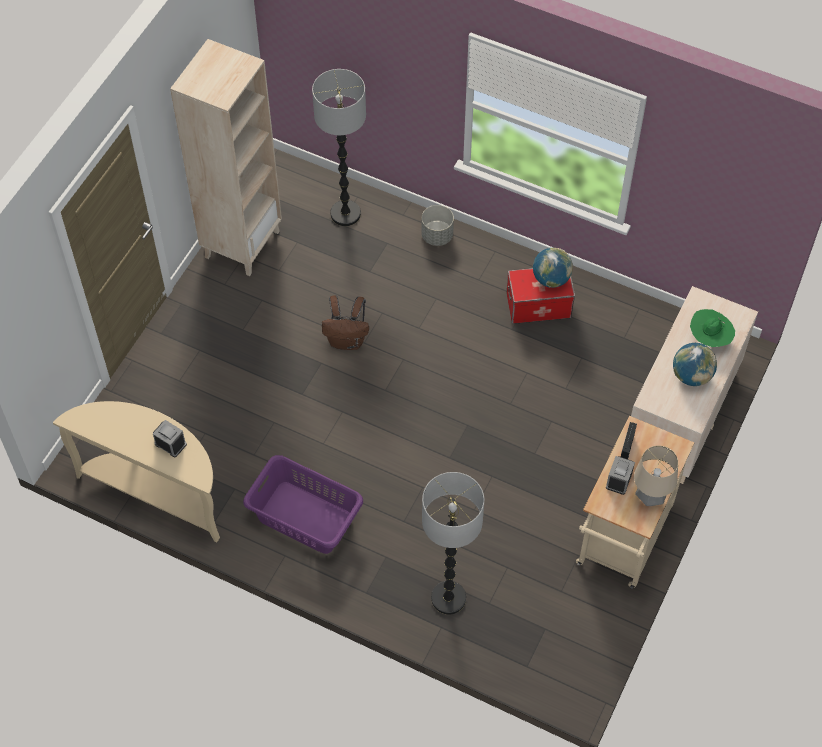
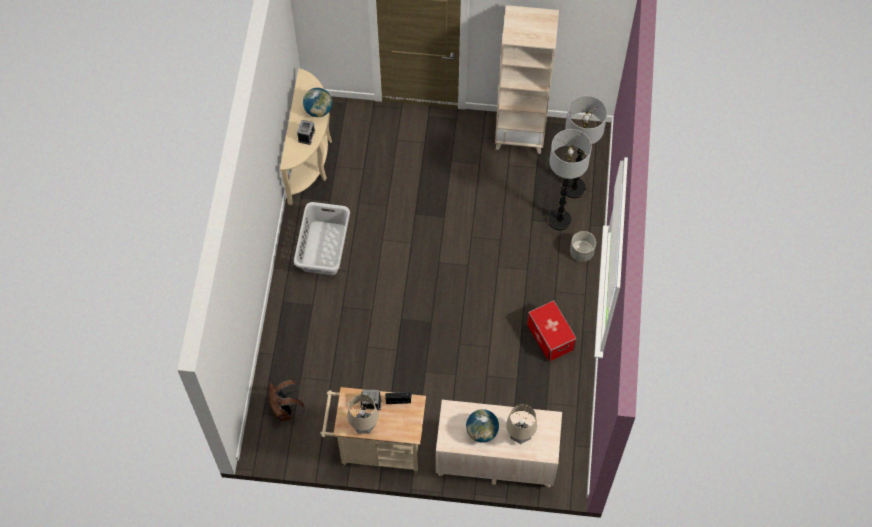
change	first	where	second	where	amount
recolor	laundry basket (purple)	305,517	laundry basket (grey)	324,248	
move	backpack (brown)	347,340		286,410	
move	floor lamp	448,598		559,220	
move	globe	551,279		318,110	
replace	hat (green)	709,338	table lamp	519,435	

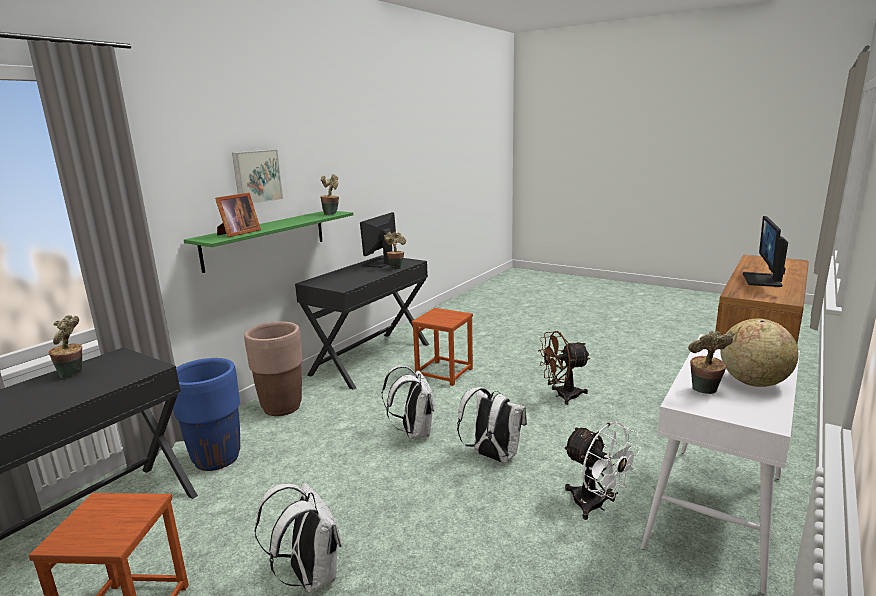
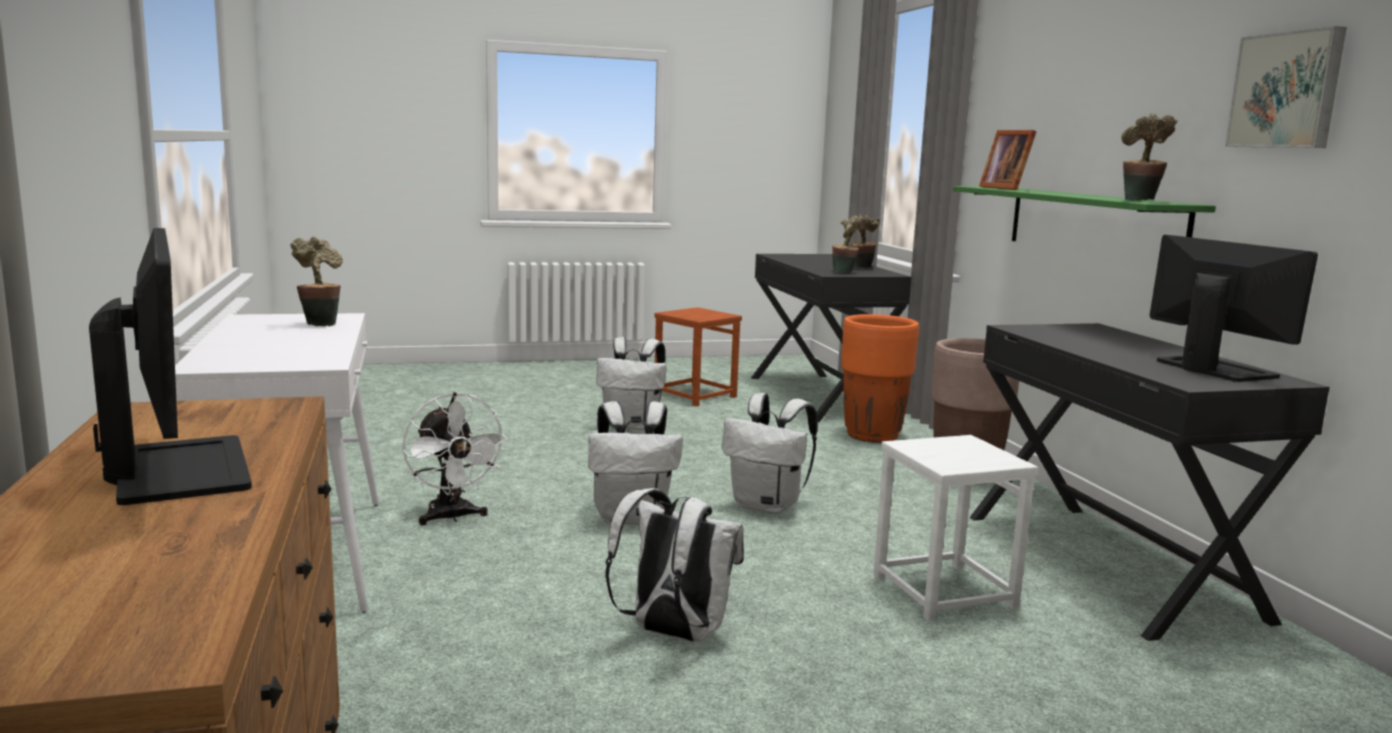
change	first	where	second	where	amount
recolor	planter (blue)	217,458	planter (orange)	872,435	
move	picture	256,176		1287,90	
move	potted plant	396,268		845,272	
recolor	stool (brown)	444,373	stool (white)	942,591	
replace	fan (brown)	562,396	backpack (white)	672,634	
rotate	fan (white)	596,506		452,517	120 degrees counterclockwise
delete	globe	753,382			

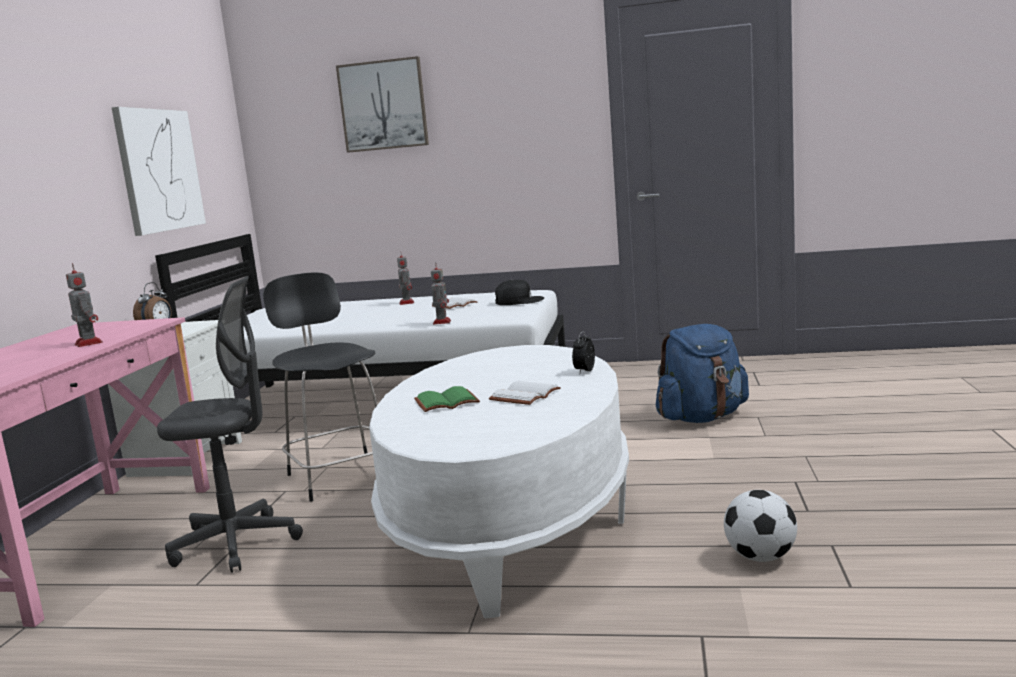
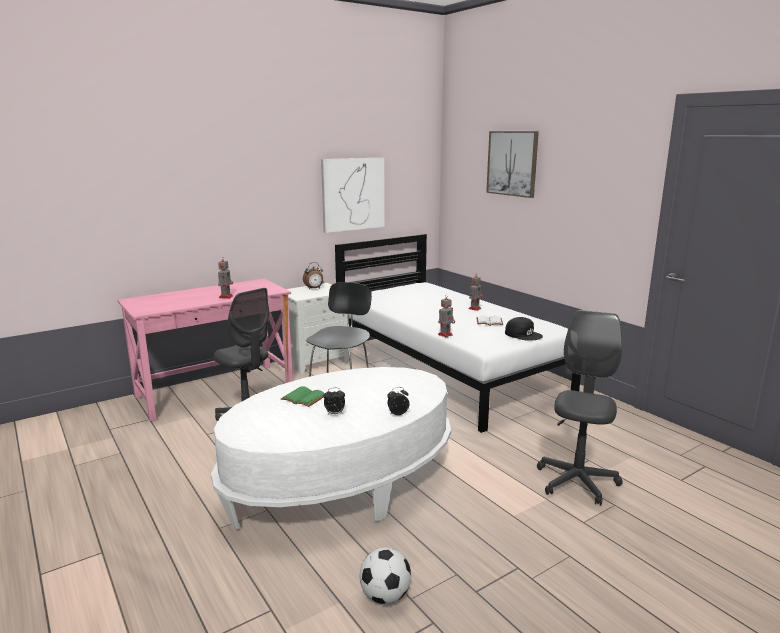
change	first	where	second	where	amount
replace	book (white)	524,395	alarm clock	334,414	
replace	backpack (blue)	702,418	office chair (grey)	577,482	

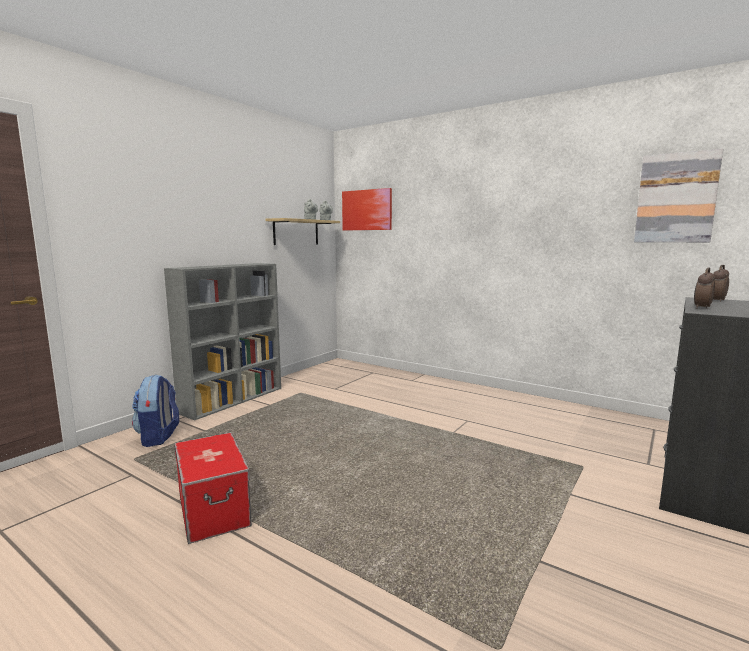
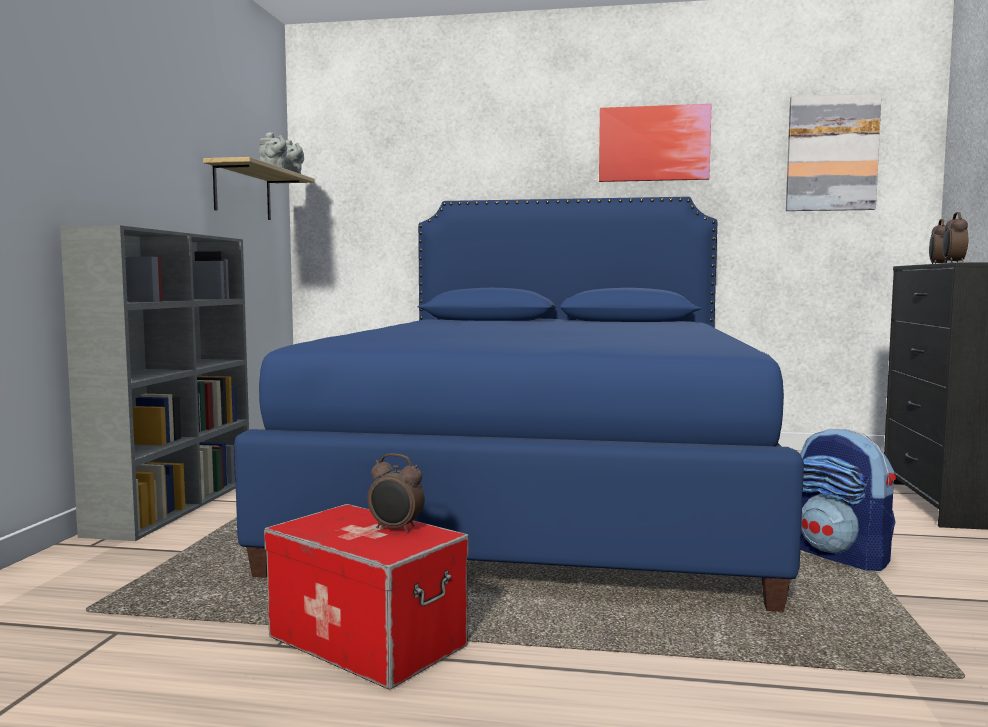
change	first	where	second	where	amount
move	backpack	159,437		841,557	
move	picture	367,210		654,144	
insert			bed (blue)	541,495	
insert			alarm clock	396,529	

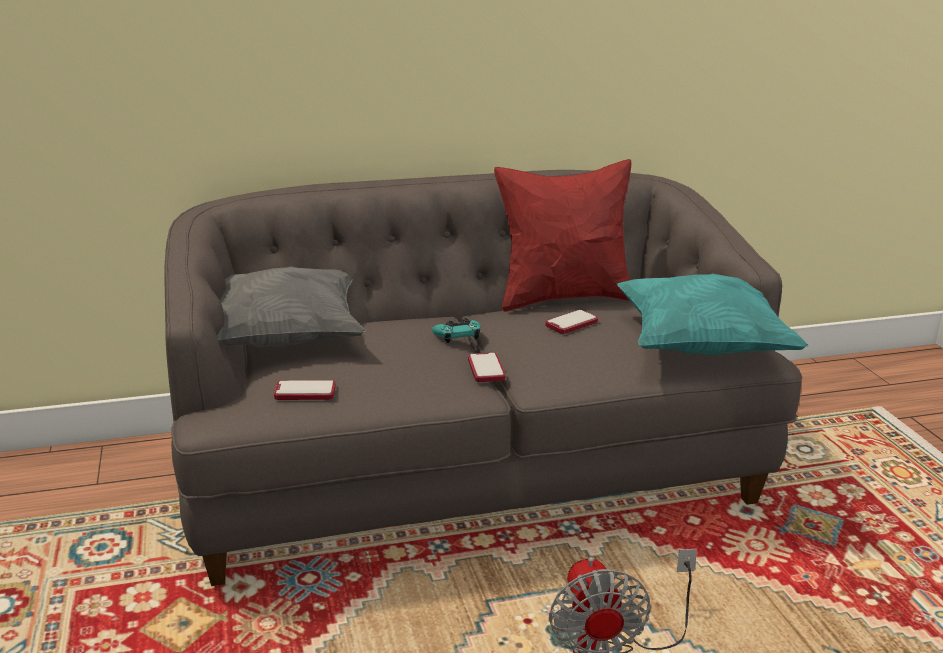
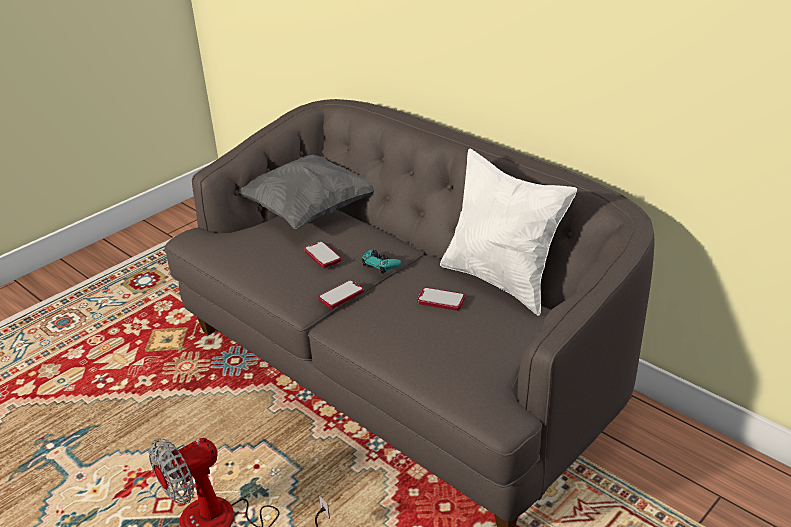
change	first	where	second	where	amount
move	phone	305,392		322,256	
recolor	pillow (red)	564,298	pillow (white)	501,281	
delete	pillow (turquoise)	702,346			

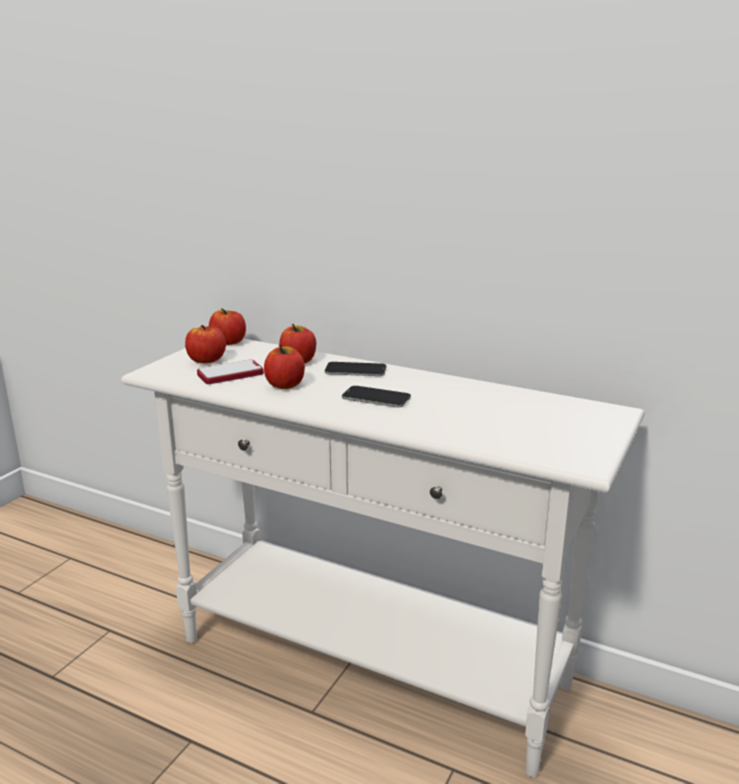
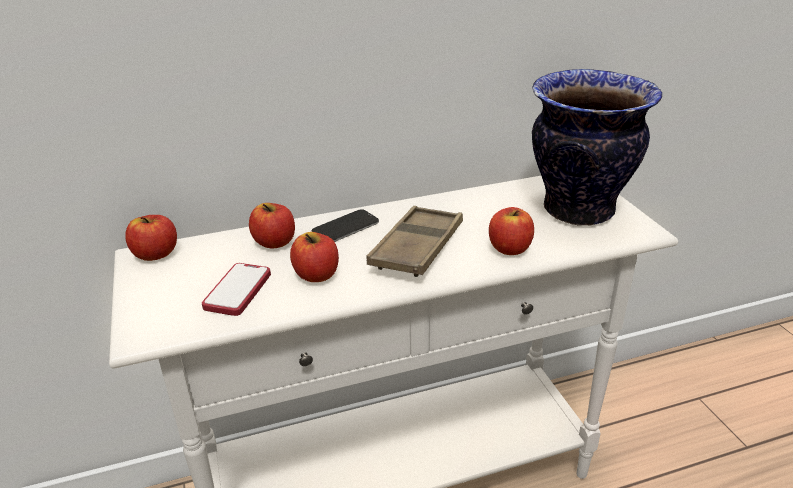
change	first	where	second	where	amount
move	apple	206,360		509,248	
replace	phone	376,398	tray (brown)	417,247	
insert			vase	577,210	

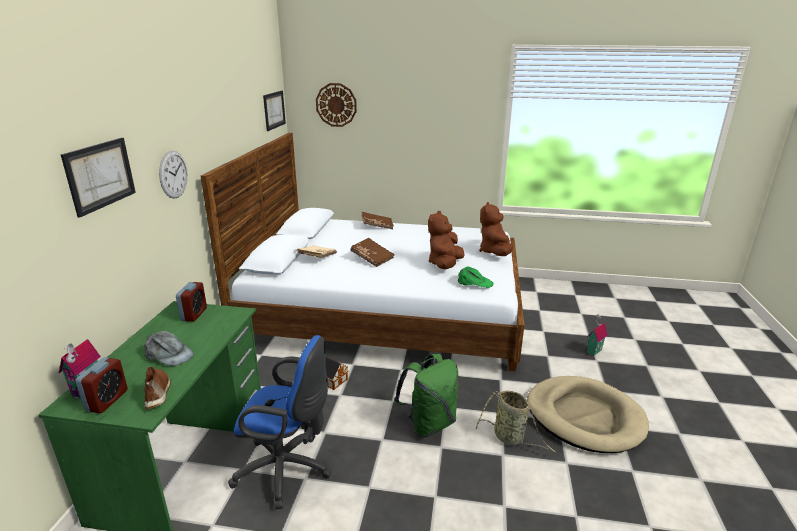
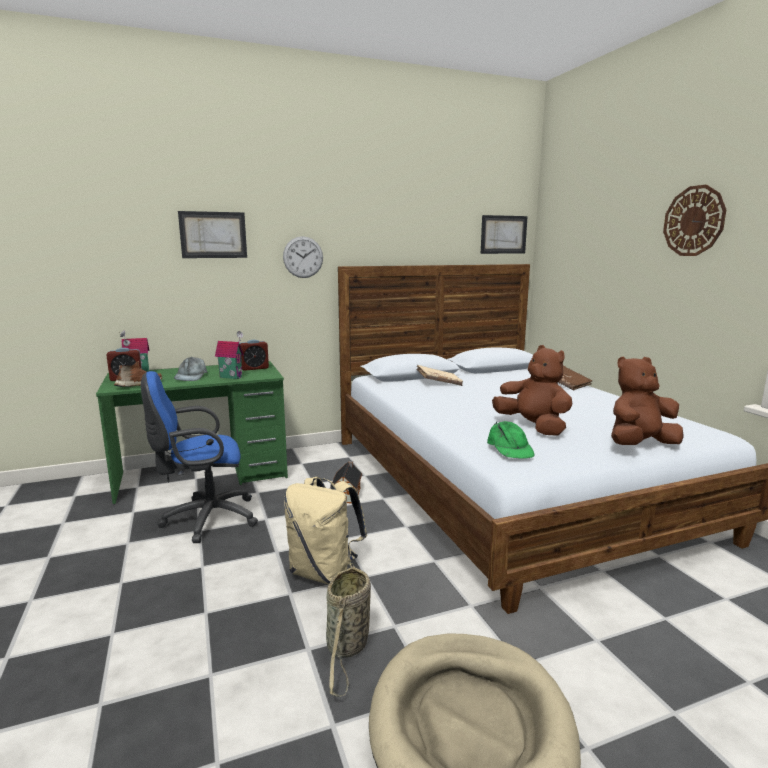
change	first	where	second	where	amount
rotate	office chair (blue)	287,470		205,519	90 degrees clockwise
move	wall clock	336,105		694,221	
delete	book (brown)	372,258			
recolor	backpack (green)	428,423	backpack (beige)	324,573	
rotate	plush toy (brown)	445,264		533,427	60 degrees clockwise
move	toy house	593,350		232,377	

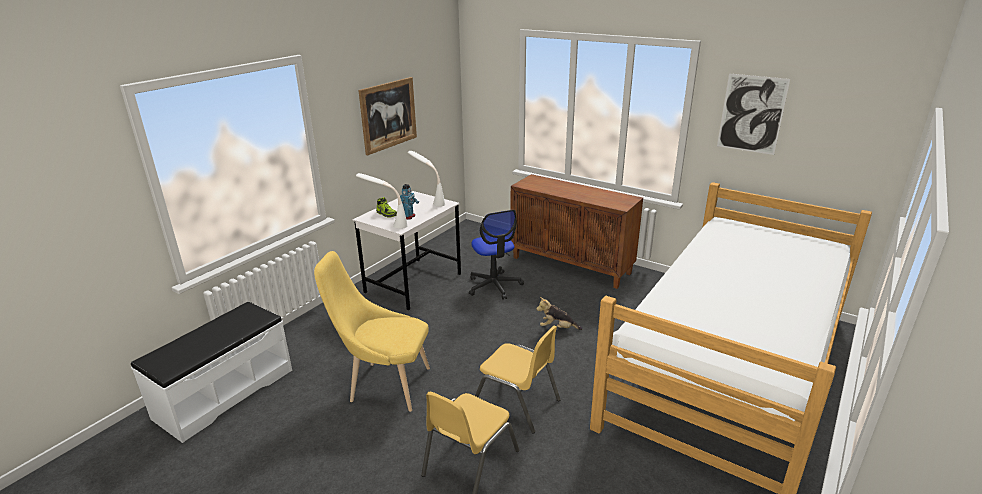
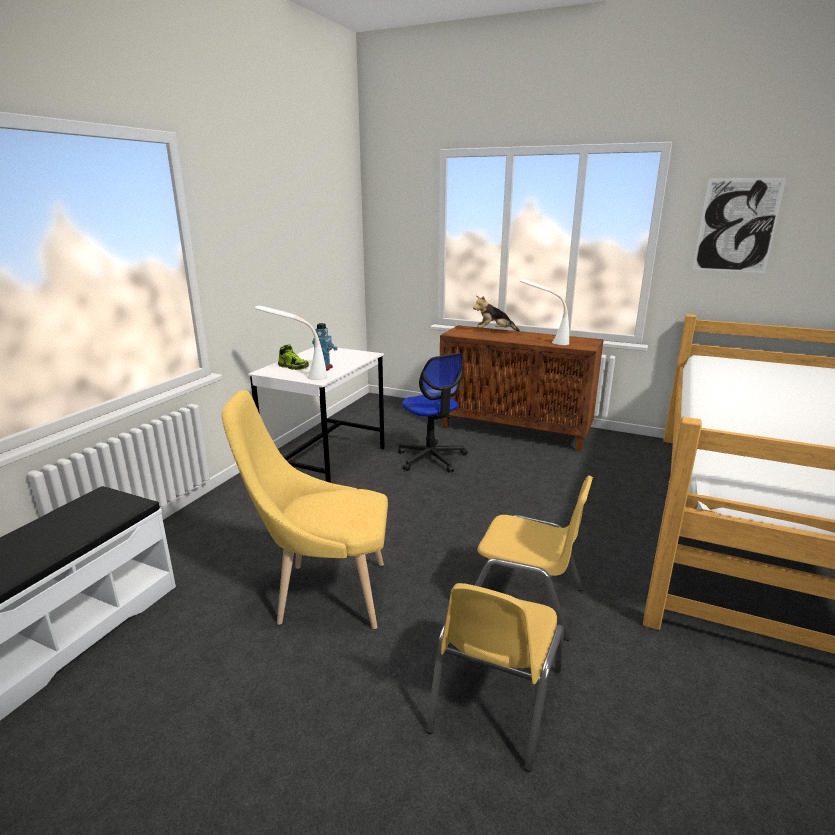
change	first	where	second	where	amount
delete	picture	388,115			
move	table lamp (white)	427,200		541,341	
move	plush toy	557,328		494,331	

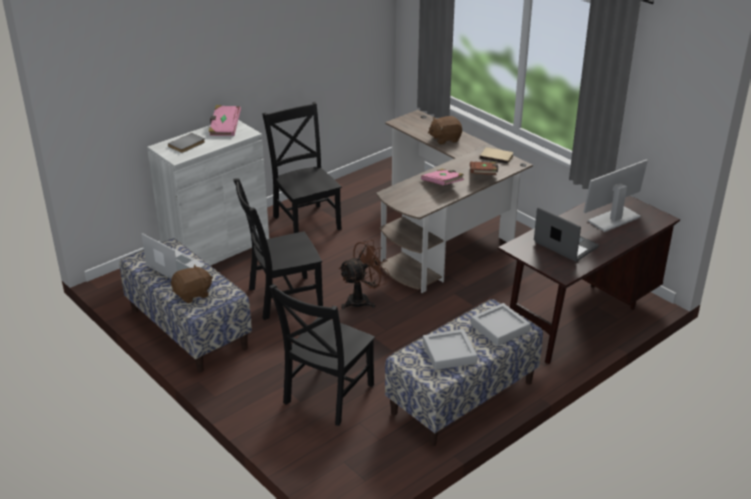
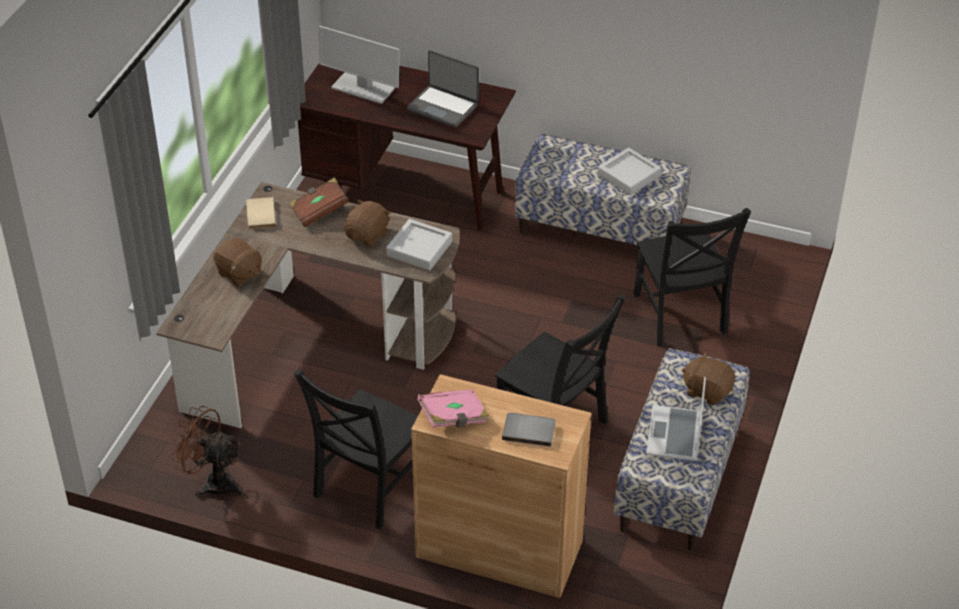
change	first	where	second	where	amount
recolor	cabinet (white)	216,247	cabinet (brown)	499,549	
rotate	chair (black)	326,396		680,317	75 degrees clockwise
move	fan (brown)	363,300		212,482	
replace	book (pink)	442,184	plush toy (brown)	368,235	
move	tray (grey)	500,328		419,249	
rotate	laptop	564,245		443,107	75 degrees counterclockwise

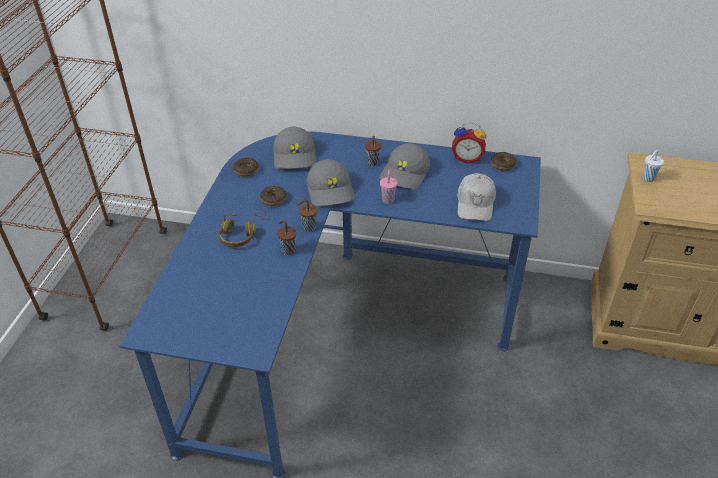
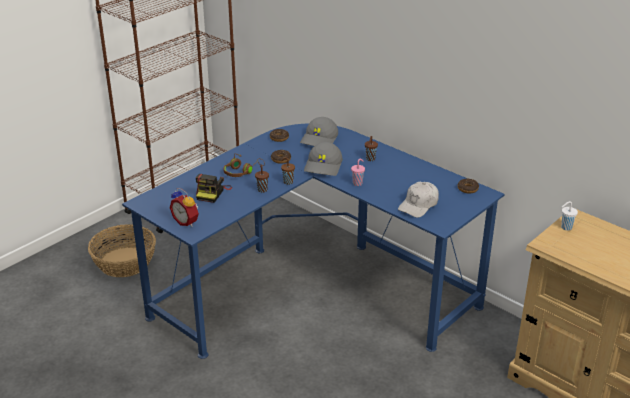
change	first	where	second	where	amount
delete	cap (grey)	405,174			
move	alarm clock	467,158		187,222	
insert			basket	125,262	
insert			photo camera	212,193	

